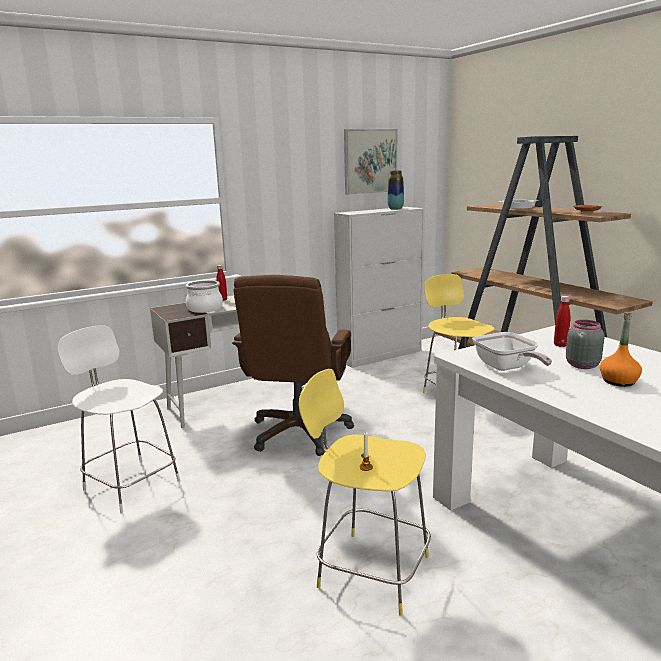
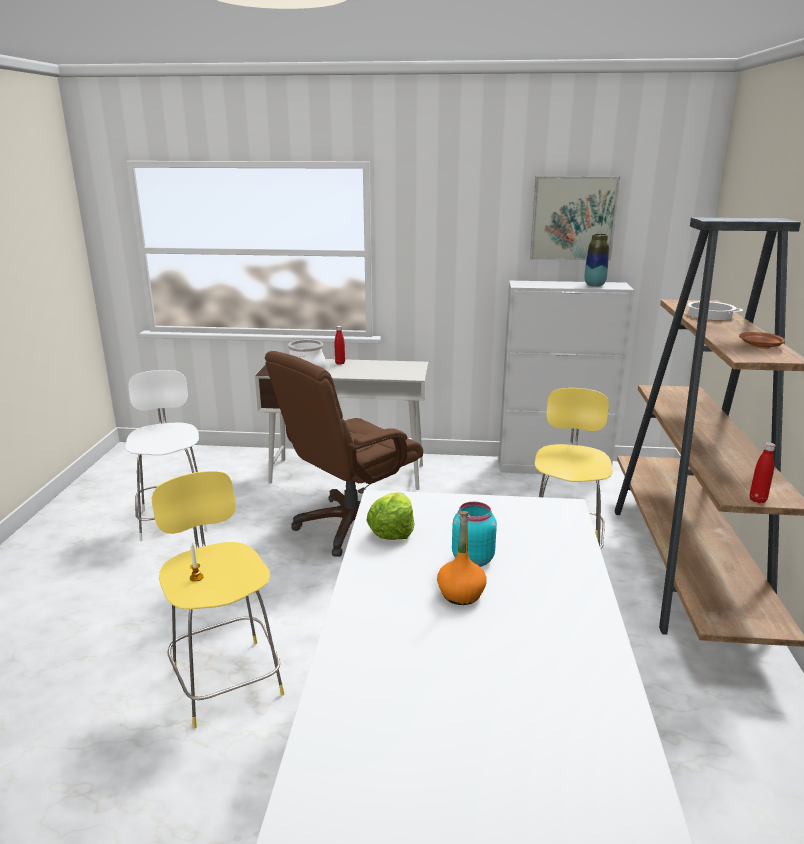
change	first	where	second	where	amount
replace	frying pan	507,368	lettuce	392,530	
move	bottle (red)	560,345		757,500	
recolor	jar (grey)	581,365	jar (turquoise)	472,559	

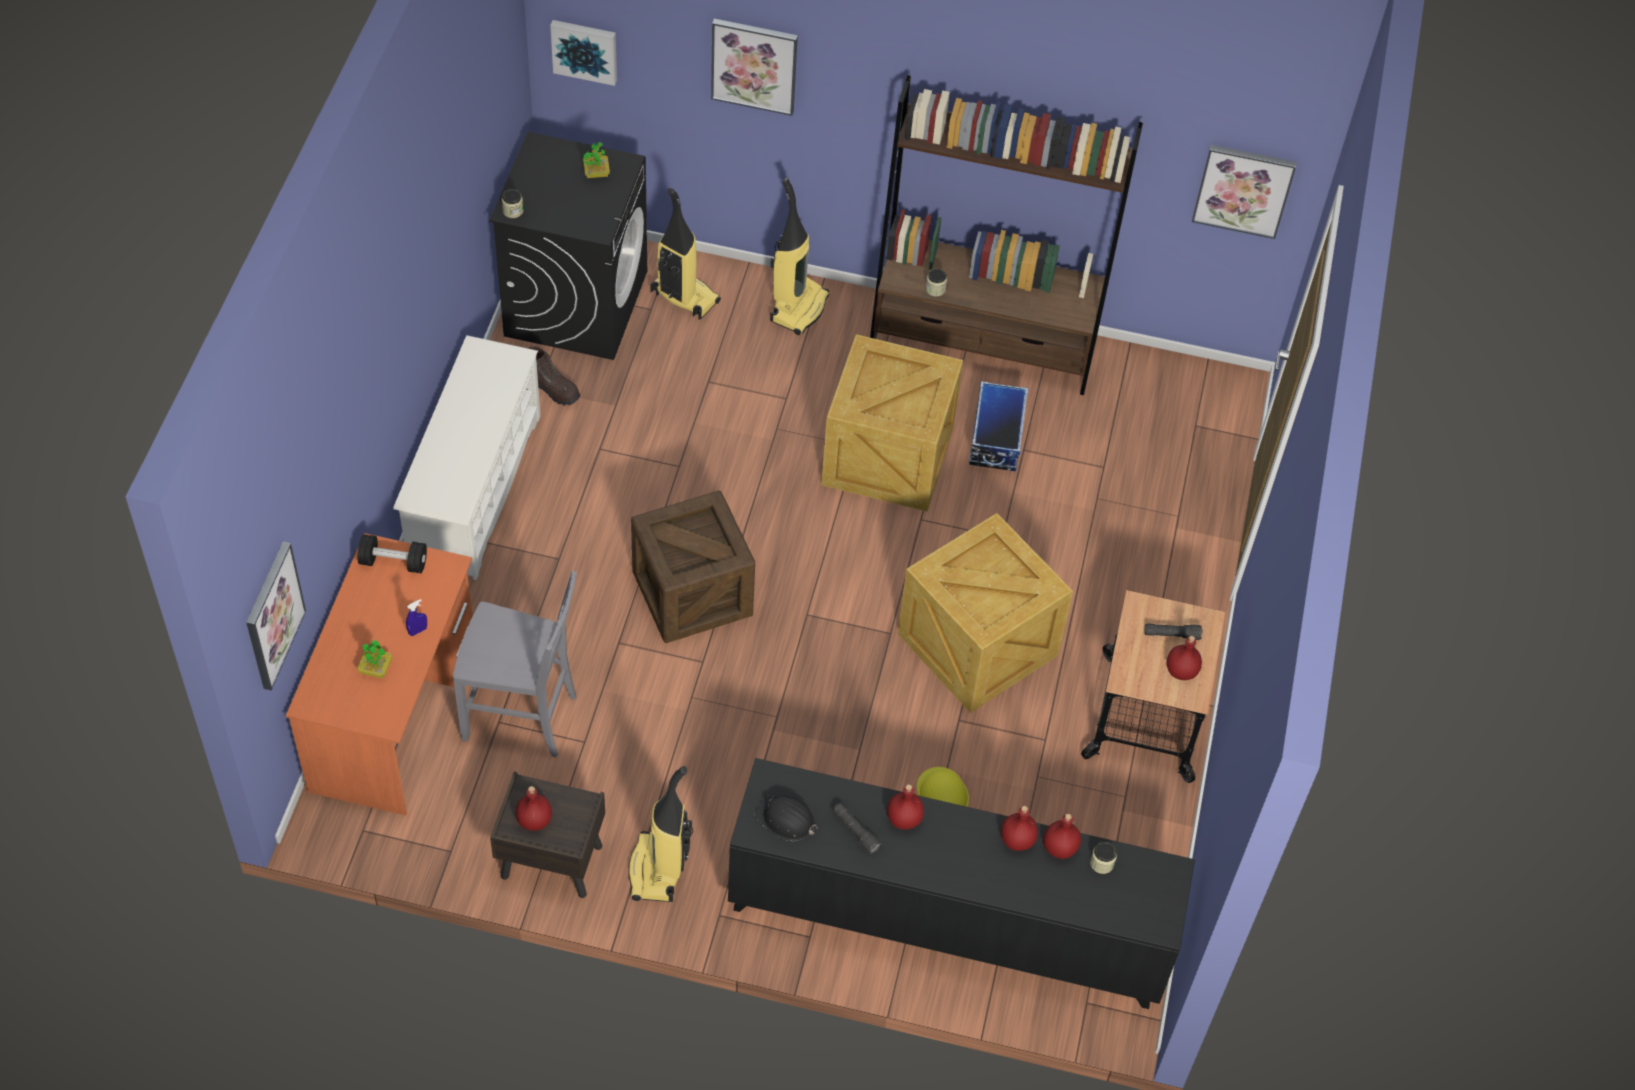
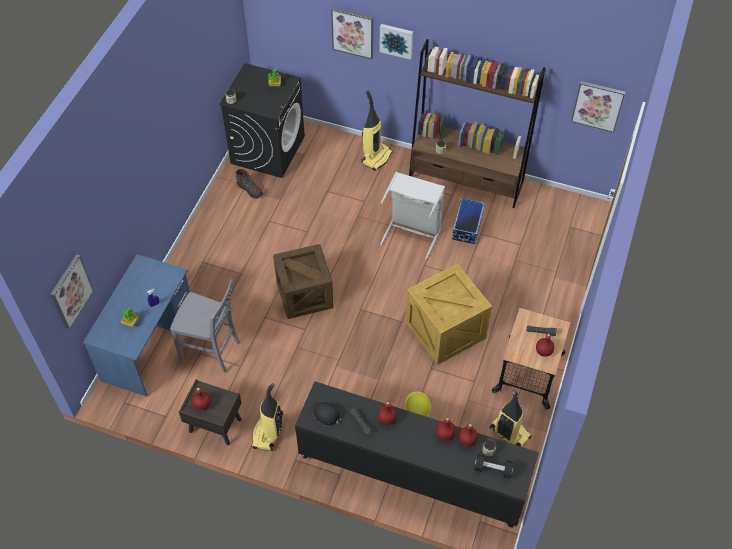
change	first	where	second	where	amount
recolor	desk (orange)	394,712	desk (blue)	149,344	
move	dumbbell (black)	393,562		493,469	
delete	shoe rack (white)	474,488			
move	picture	585,50		396,40	
move	vacuum cleaner	683,297		509,433	
replace	crate	890,455	laundry basket (grey)	412,232	

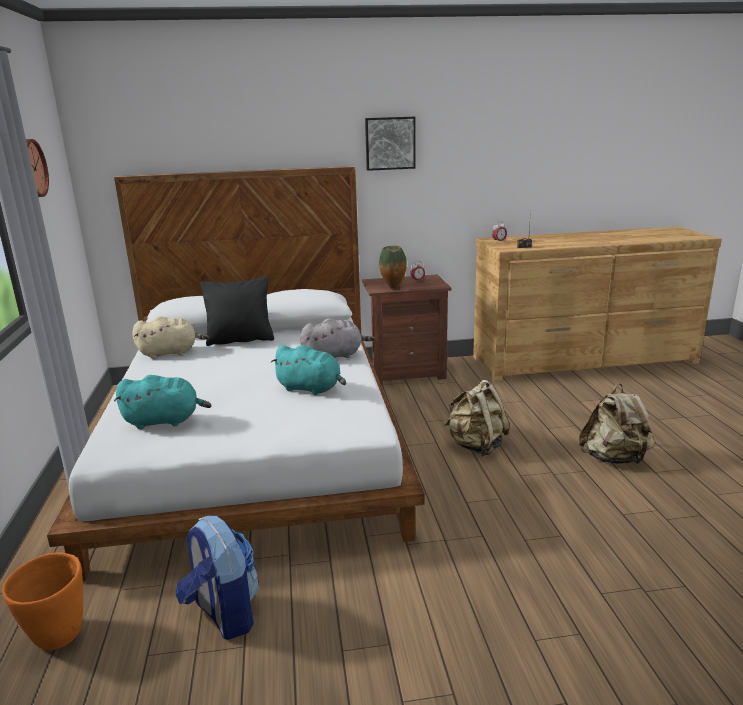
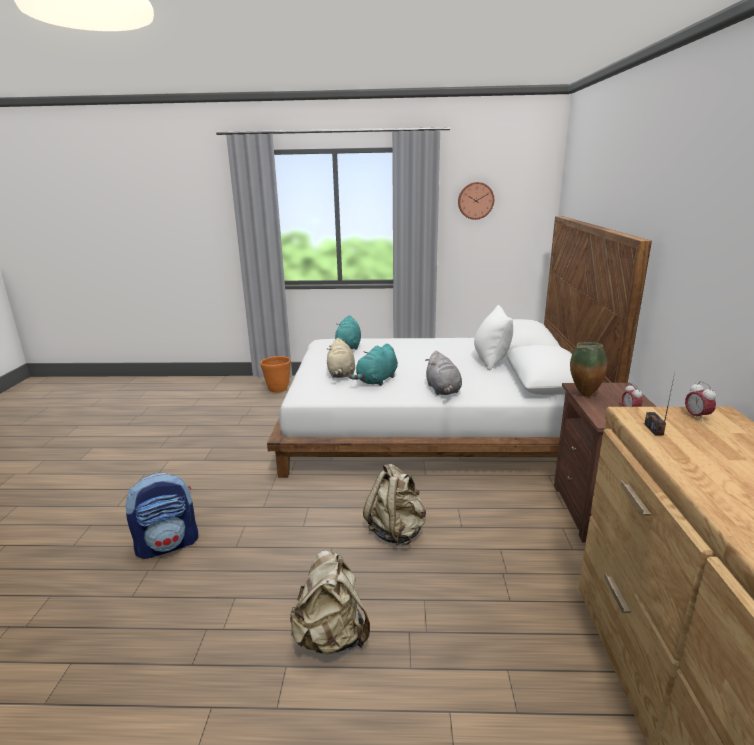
change	first	where	second	where	amount
move	plush toy (beige)	171,353		341,374	
move	backpack	223,614		168,544	
recolor	pillow (black)	240,340	pillow (white)	491,361	
delete	picture	390,143			

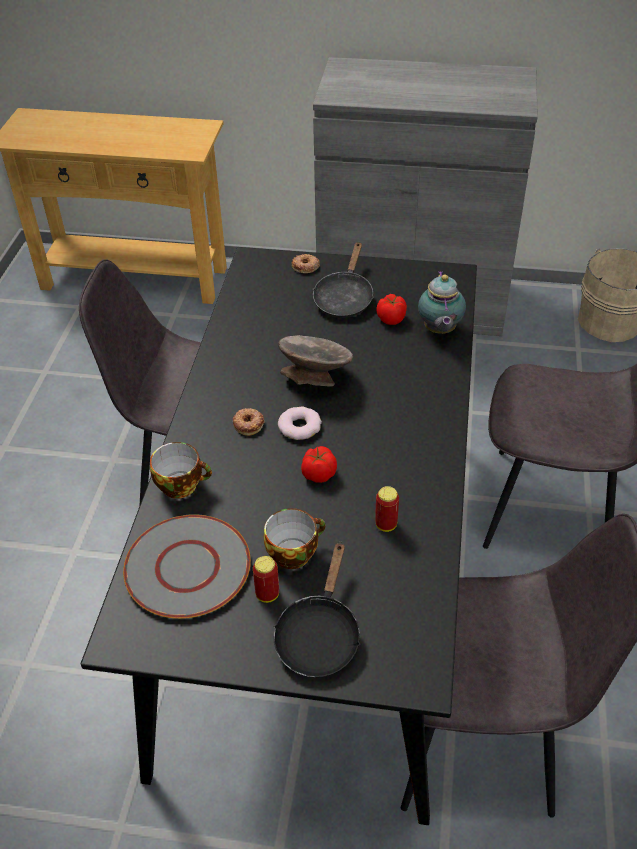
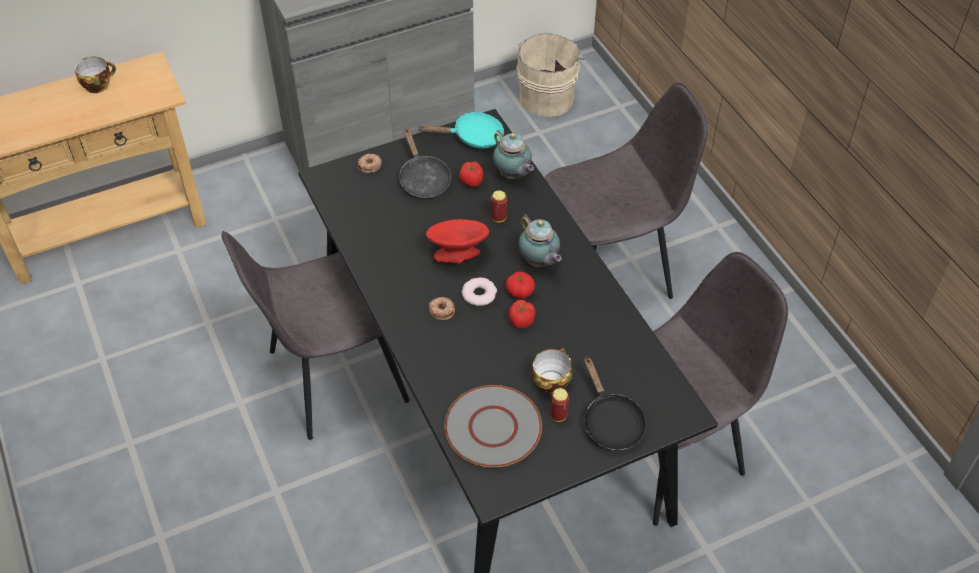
change	first	where	second	where	amount
move	cup	182,484		98,85	
recolor	bowl (grey)	315,378	bowl (red)	457,253	
move	can	386,524		498,218	
insert			frying pan (turquoise)	473,137	
insert			tomato	520,291	
insert			teapot	539,262	

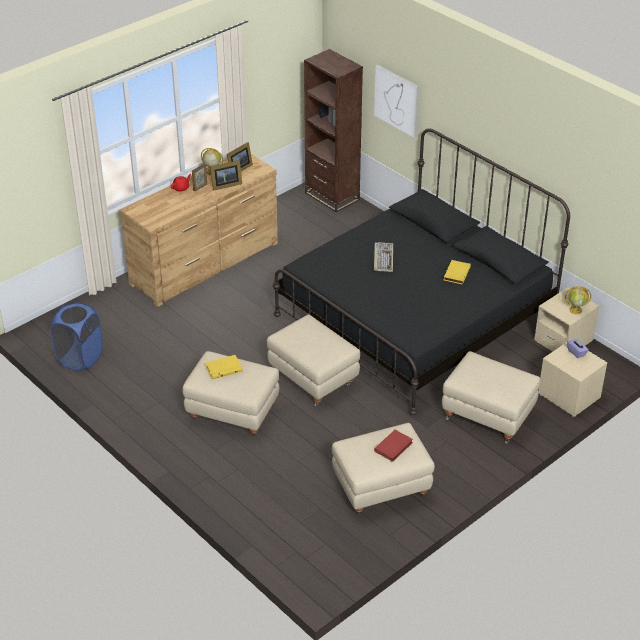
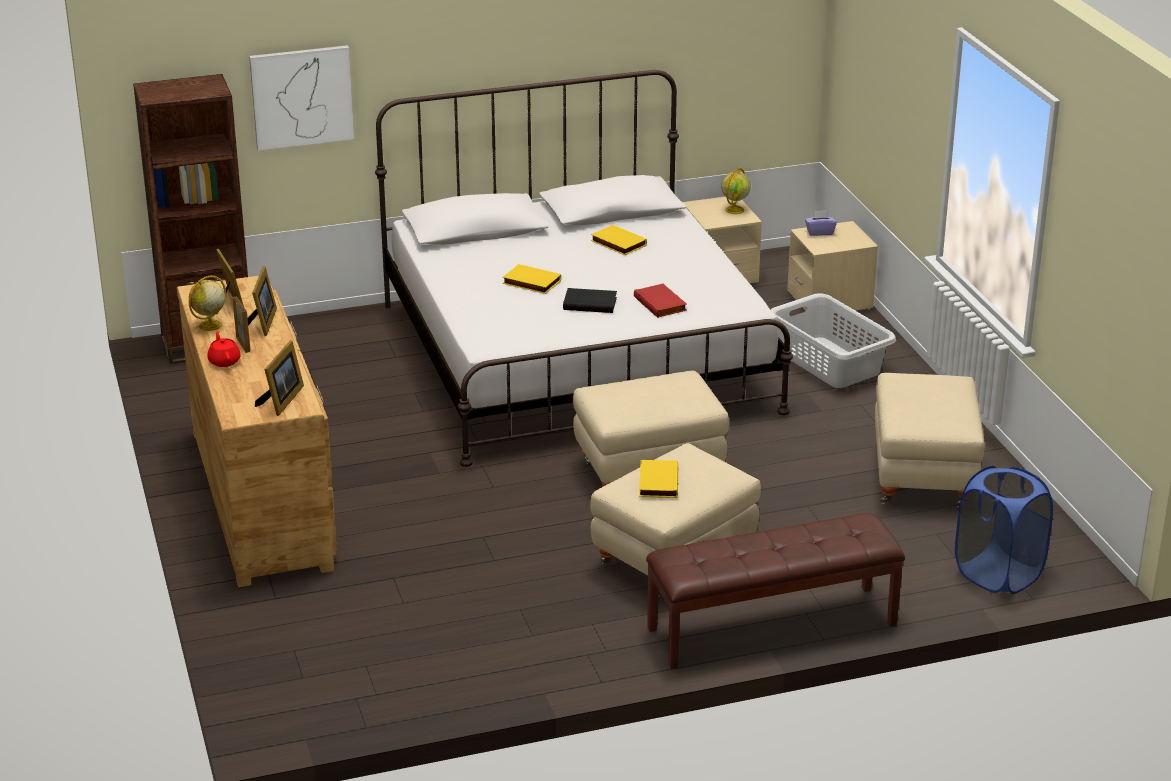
change	first	where	second	where	amount
move	laundry basket (blue)	80,358		997,574	
recolor	bed (black)	415,317	bed (white)	576,357	
replace	keyboard	383,258	book (yellow)	530,283	
move	book (red)	394,447		661,303	
replace	ottoman (beige)	488,416	laundry basket (grey)	829,362	
insert			picture frame	282,400	
insert			book (black)	590,303	
insert			bench (brown)	772,627	

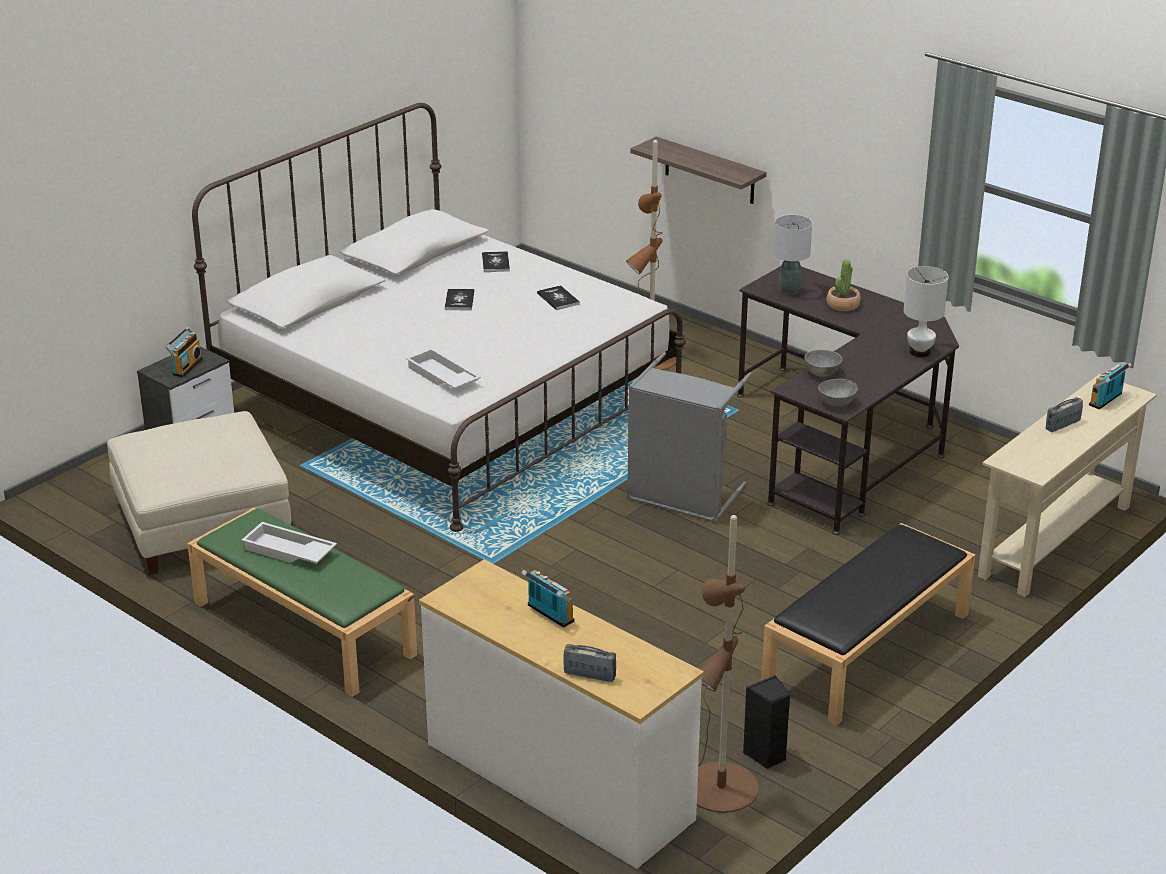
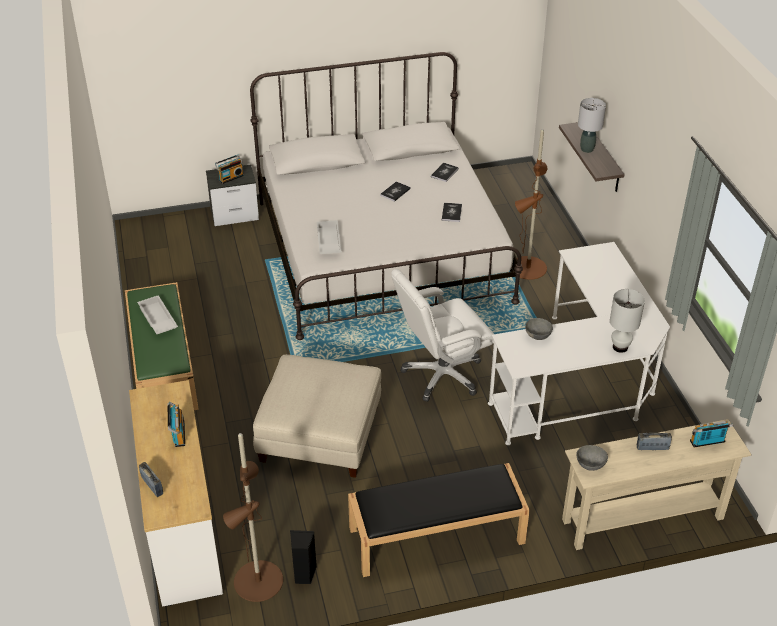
change	first	where	second	where	amount
move	ottoman (beige)	202,523		319,433	
replace	laundry basket (grey)	681,498	office chair (white)	442,375	
recolor	desk (black)	844,444	desk (white)	582,381	
move	table lamp (grey)	789,291		586,149	
move	bowl (grey)	837,403		591,465	
delete	potted plant	842,305			

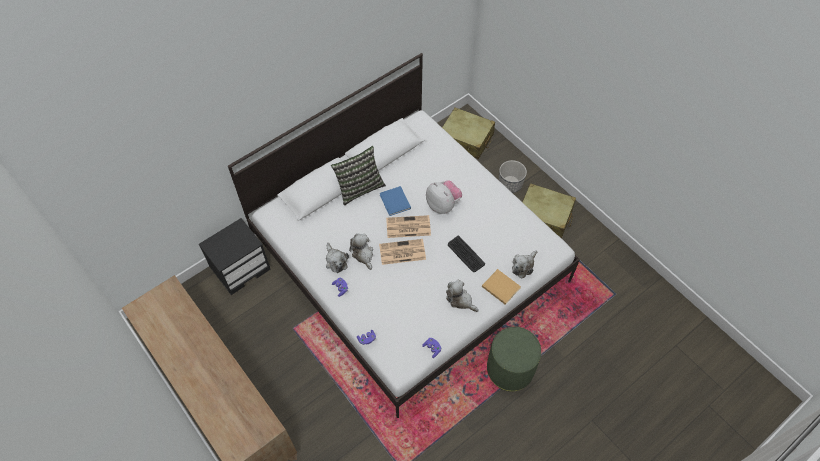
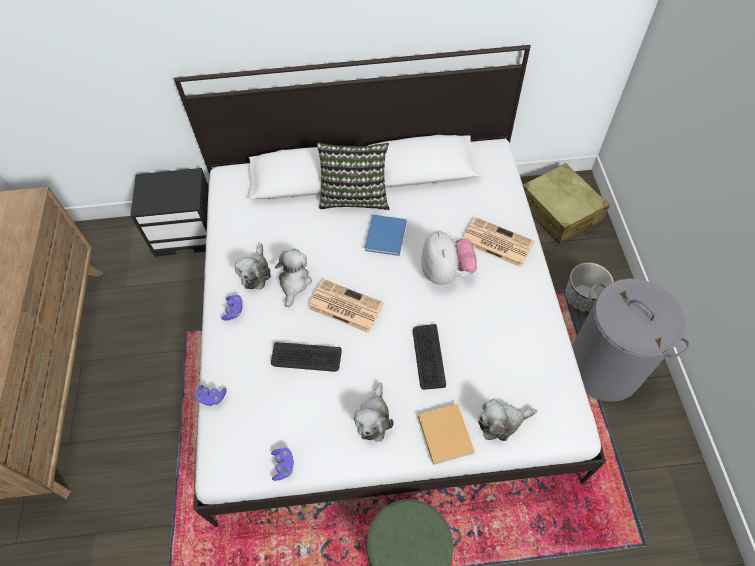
change	first	where	second	where	amount
move	newspaper	407,227		496,242	
rotate	plush toy	460,300		373,418	150 degrees counterclockwise
replace	suitcase (beige)	544,216	laundry basket (grey)	604,367	
insert			keyboard	306,357	

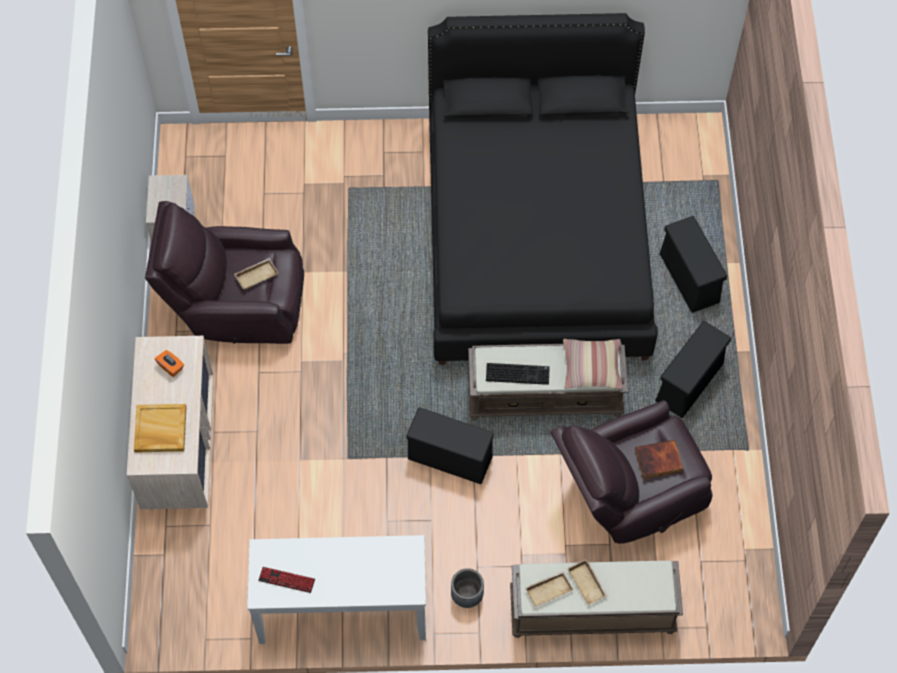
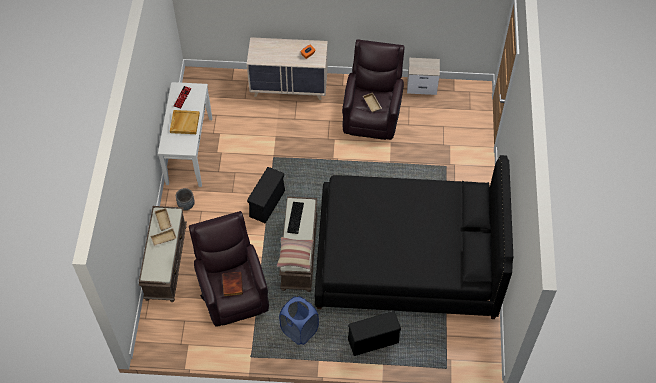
change	first	where	second	where	amount
move	tray (beige)	160,430		184,123	
replace	storage box (black)	689,383	laundry basket (blue)	299,330	

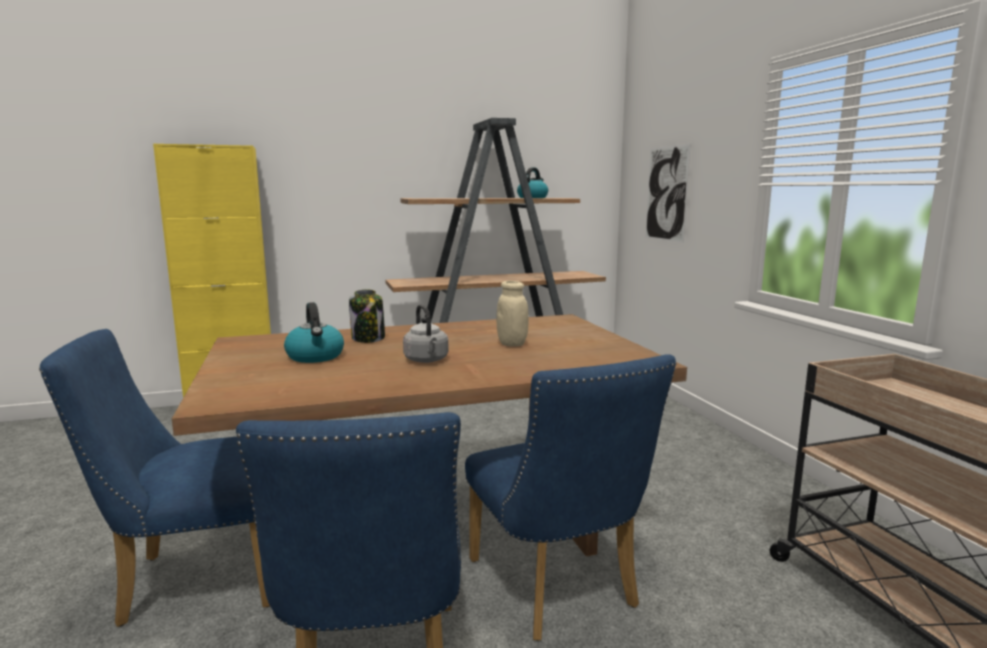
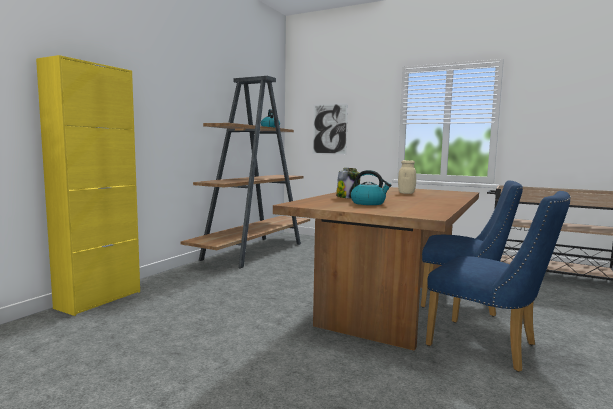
change	first	where	second	where	amount
delete	chair (blue)	193,580			
delete	kettle (grey)	427,360			

